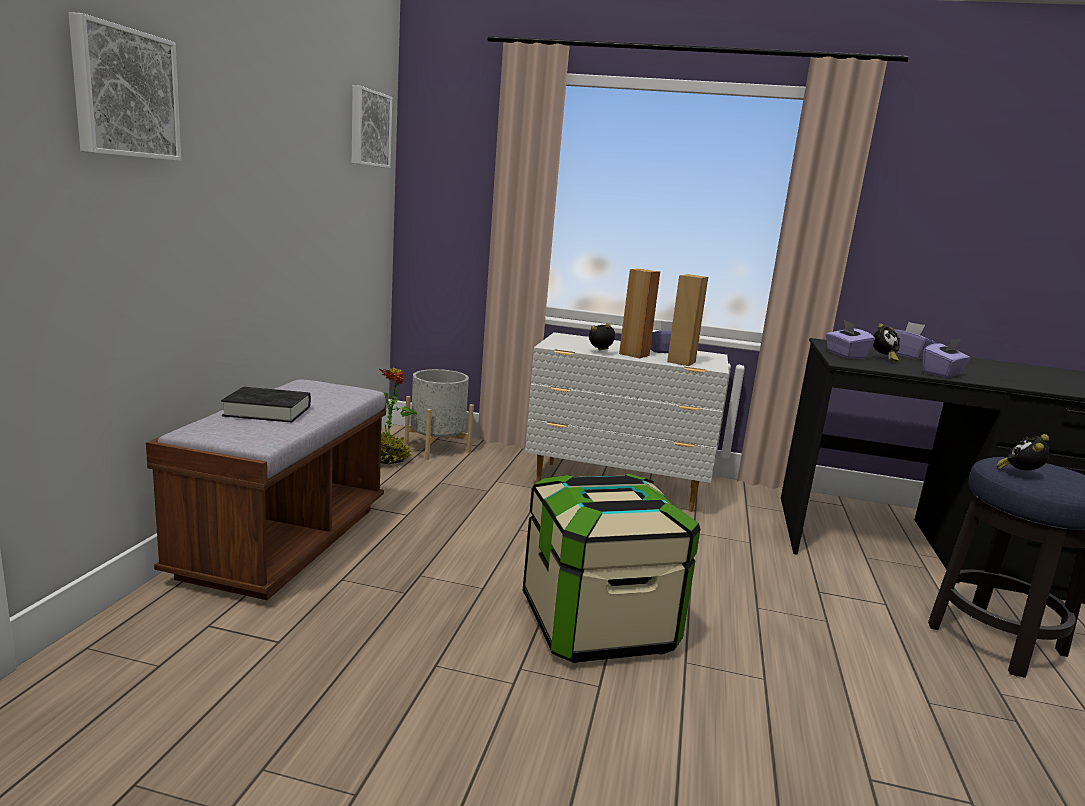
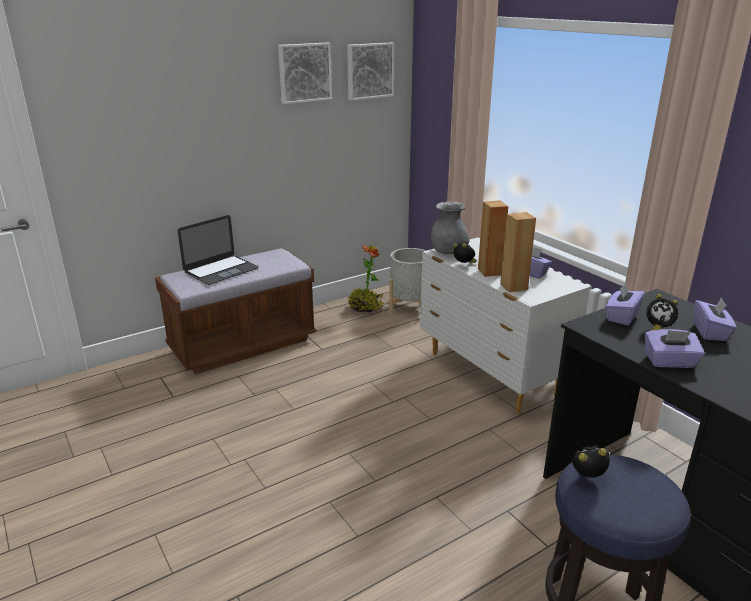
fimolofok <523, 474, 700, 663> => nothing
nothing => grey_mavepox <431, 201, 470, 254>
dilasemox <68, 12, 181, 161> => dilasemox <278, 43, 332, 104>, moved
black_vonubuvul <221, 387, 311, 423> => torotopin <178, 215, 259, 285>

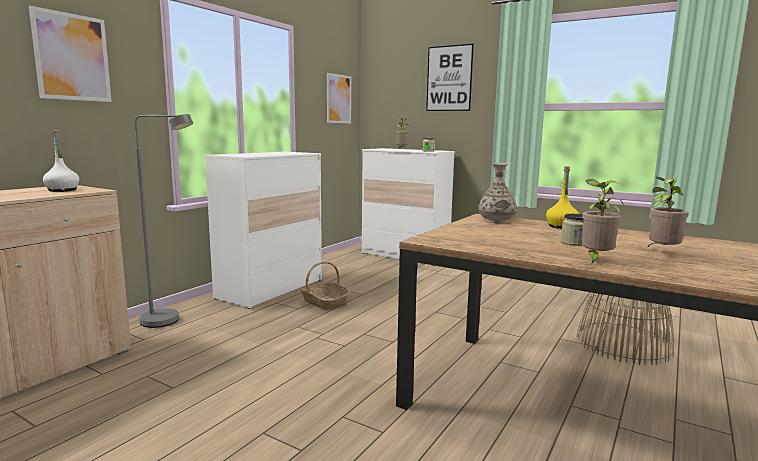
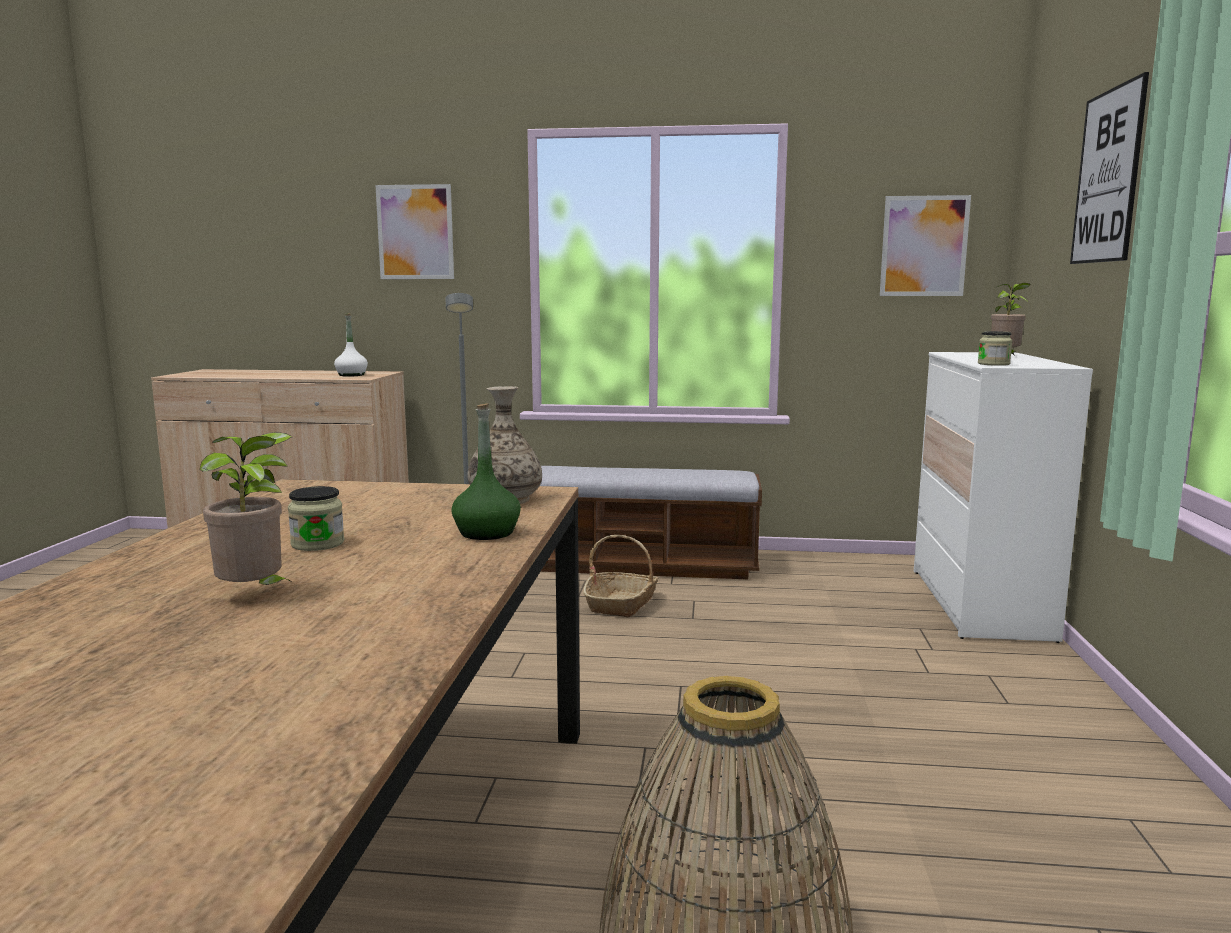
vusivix <582, 179, 623, 263> => nothing
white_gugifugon <205, 152, 322, 309> => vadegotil <540, 466, 762, 579>
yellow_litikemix <546, 166, 579, 229> => green_litikemix <451, 403, 521, 540>

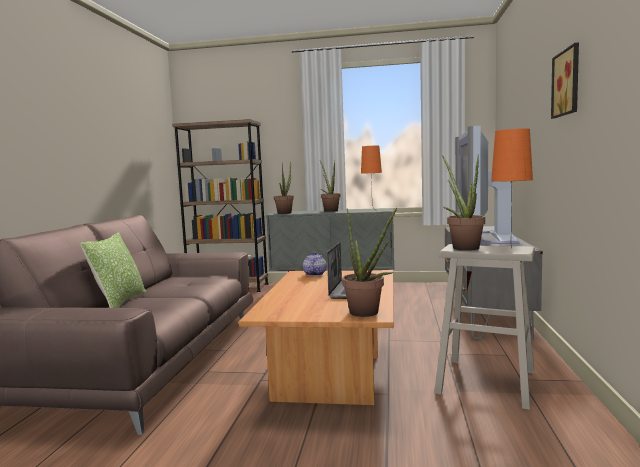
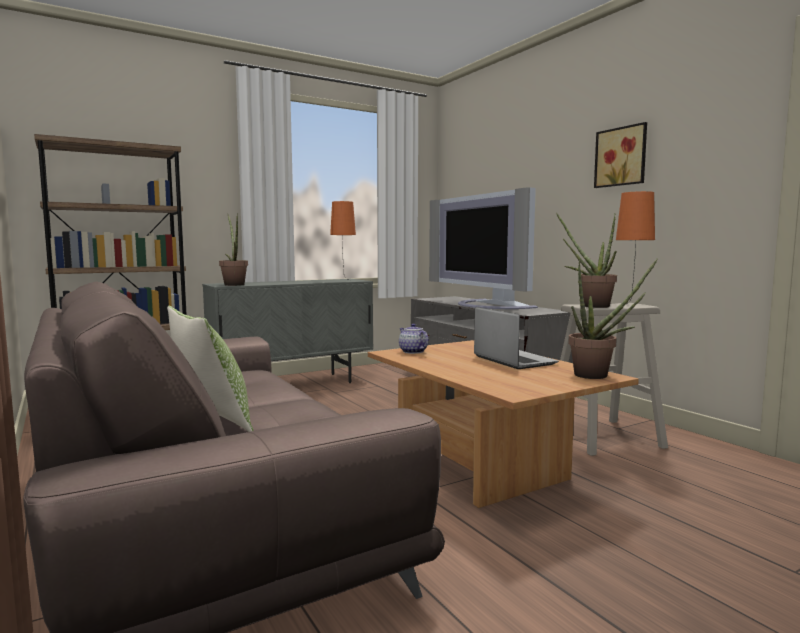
vusivix <320, 160, 340, 212> => nothing

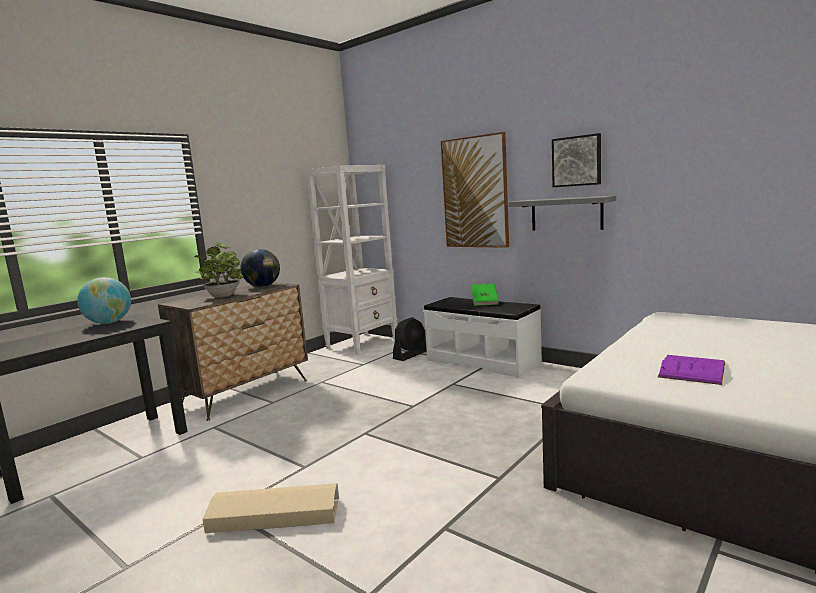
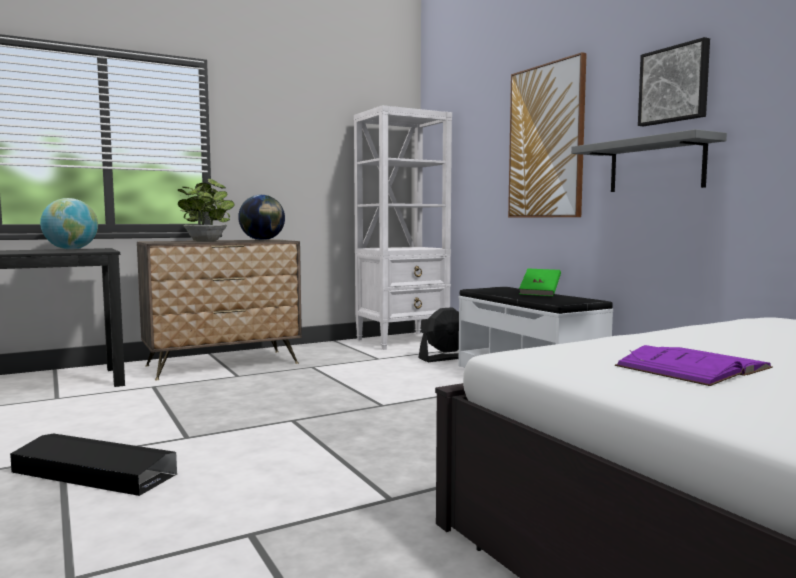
beige_fimolofok <202, 483, 339, 534> => black_fimolofok <10, 433, 177, 496>

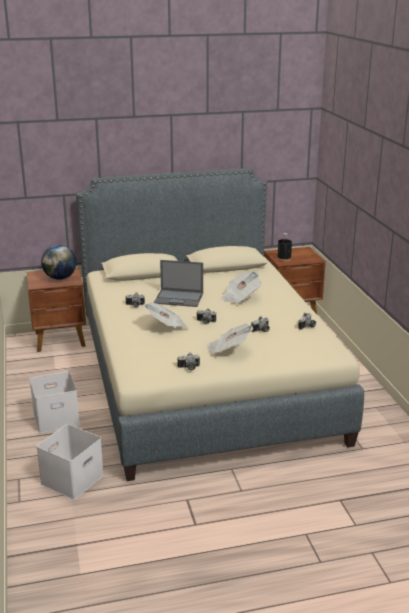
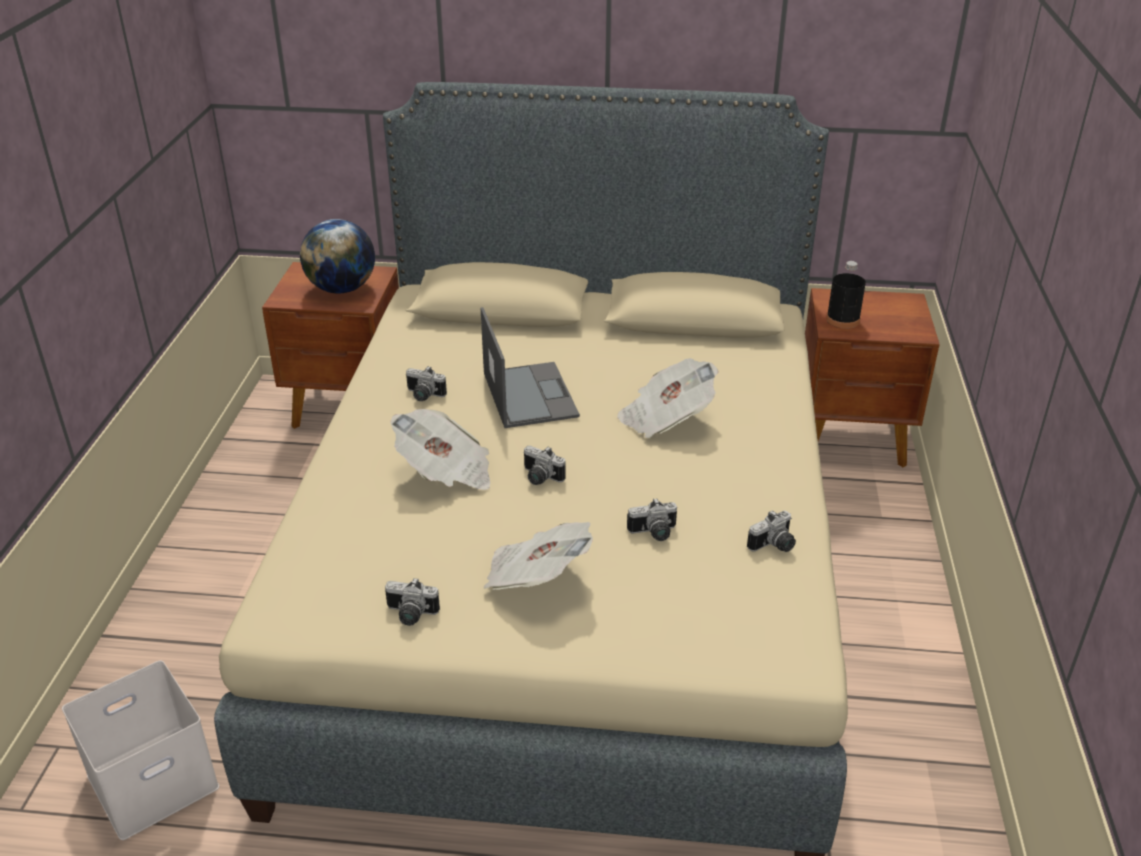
white_fimolofok <29, 371, 80, 433> => nothing
torotopin <154, 260, 203, 307> => torotopin <481, 307, 580, 428>, 135 degrees counterclockwise

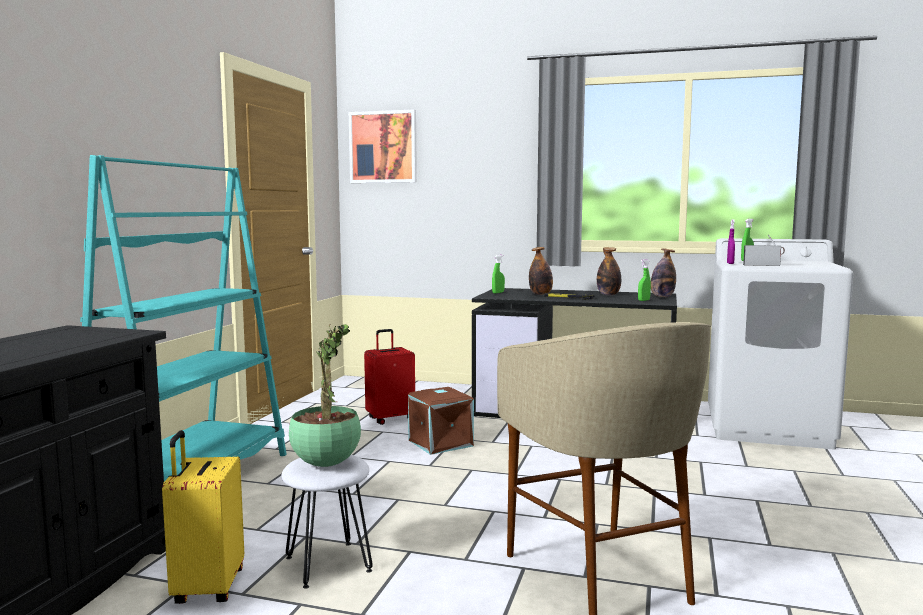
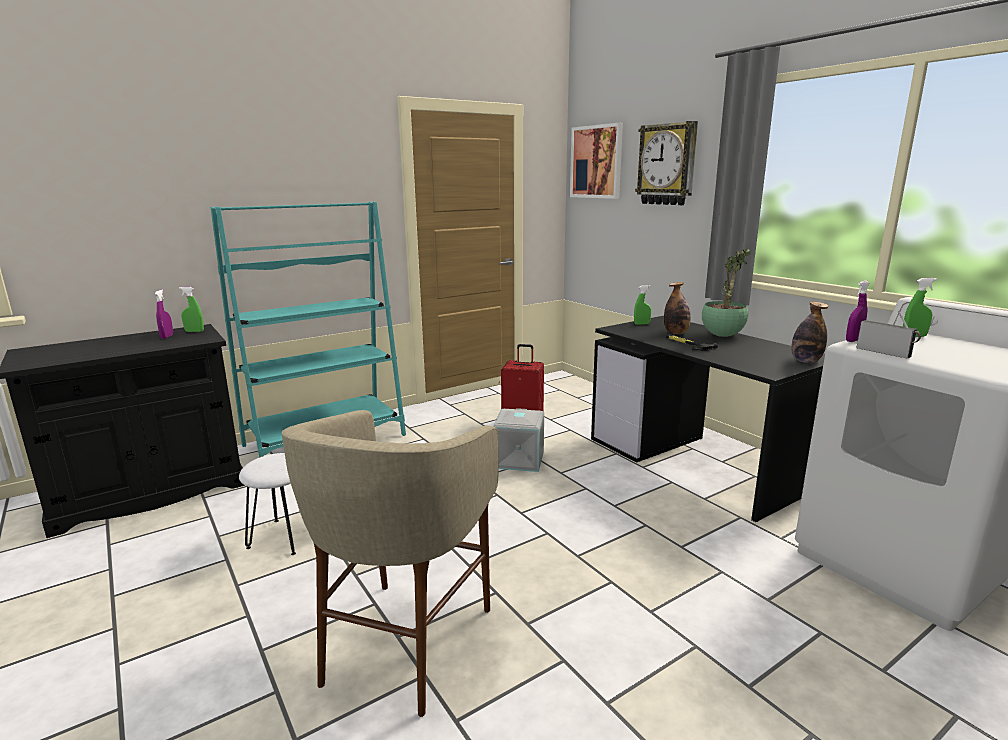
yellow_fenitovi <162, 430, 244, 604> => nothing
litikemix <597, 247, 621, 295> => nothing
nothing => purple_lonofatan <154, 290, 173, 339>
nothing => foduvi <635, 121, 698, 205>
vusivix <289, 324, 361, 467> => vusivix <702, 249, 750, 337>, moved
green_lonofatan <638, 259, 651, 301> => green_lonofatan <179, 287, 204, 332>, moved
brown_fimolofok <408, 387, 474, 455> => grey_fimolofok <493, 408, 544, 472>

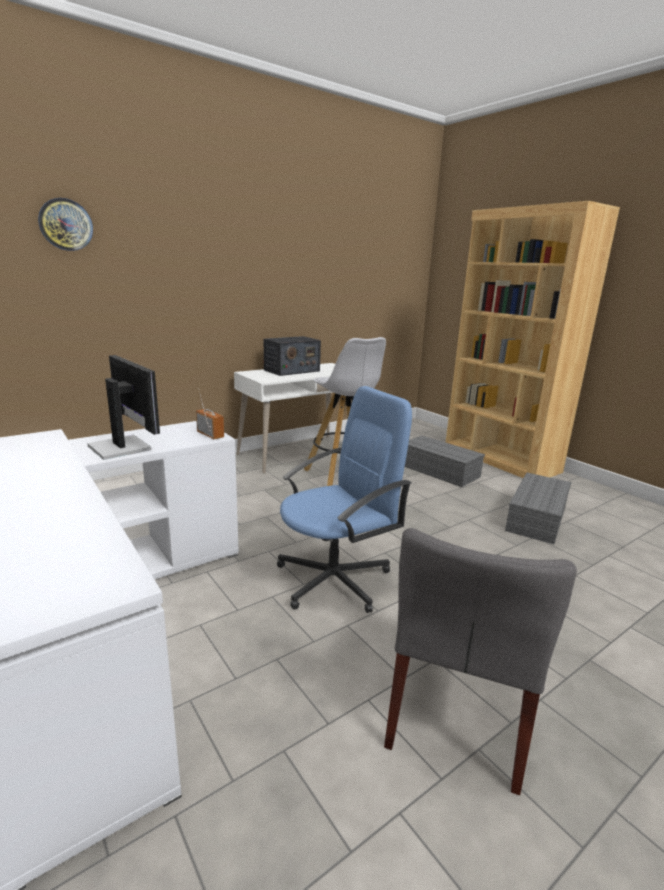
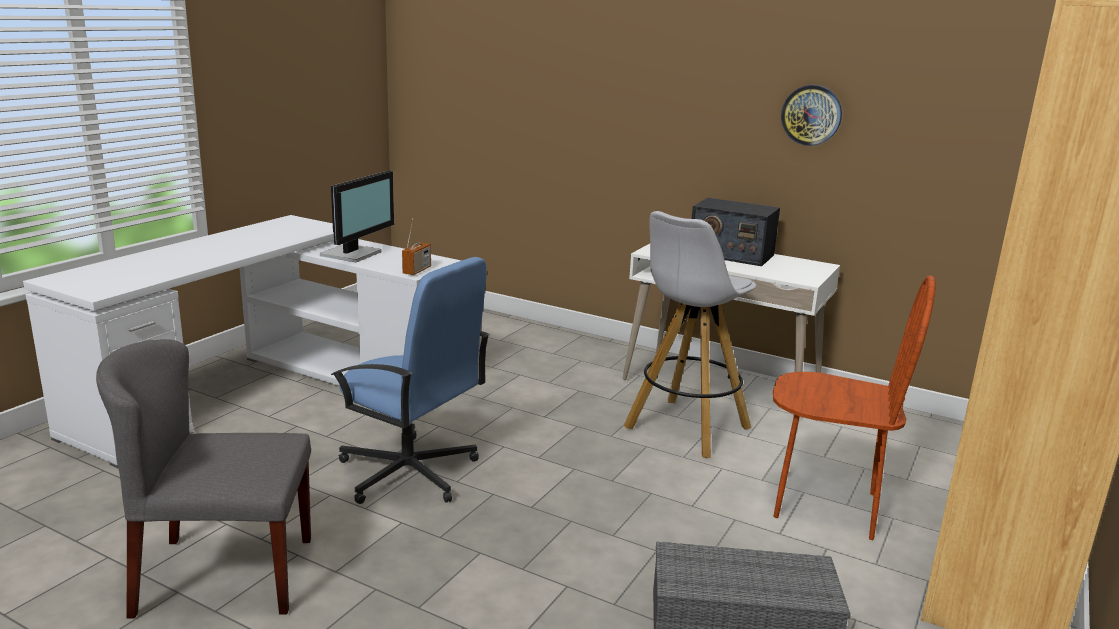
foduvi <38, 198, 93, 251> => foduvi <781, 85, 842, 146>, moved
grey_fimolofok <405, 436, 485, 487> => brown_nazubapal <773, 275, 936, 540>

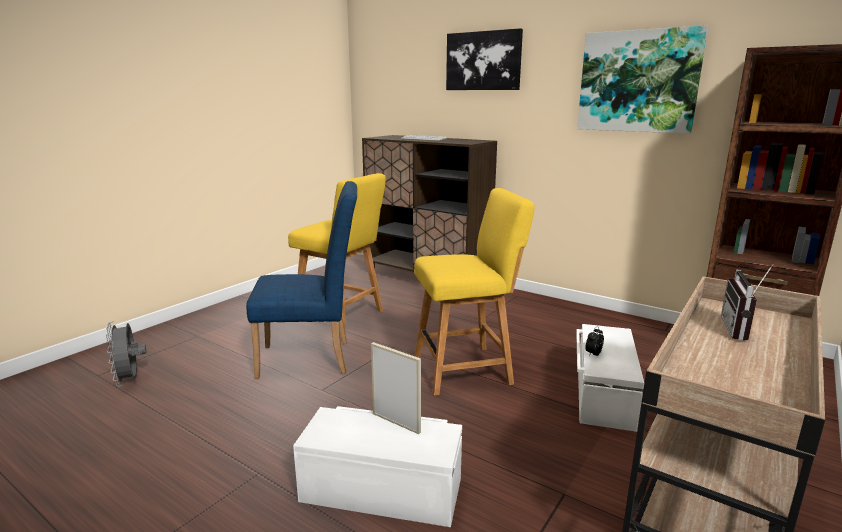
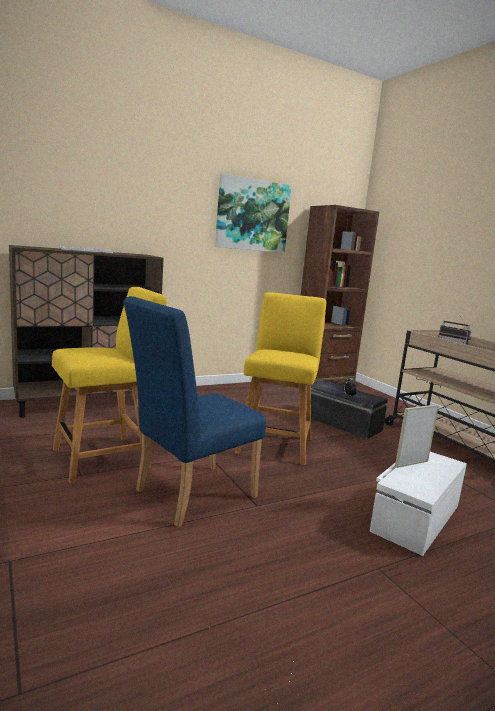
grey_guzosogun <106, 321, 146, 387> => nothing
dilasemox <446, 28, 523, 90> => nothing
white_fimolofok <576, 324, 644, 432> => black_fimolofok <311, 380, 388, 439>
blue_nazubapal <246, 181, 357, 379> => blue_nazubapal <123, 296, 266, 528>, 150 degrees counterclockwise

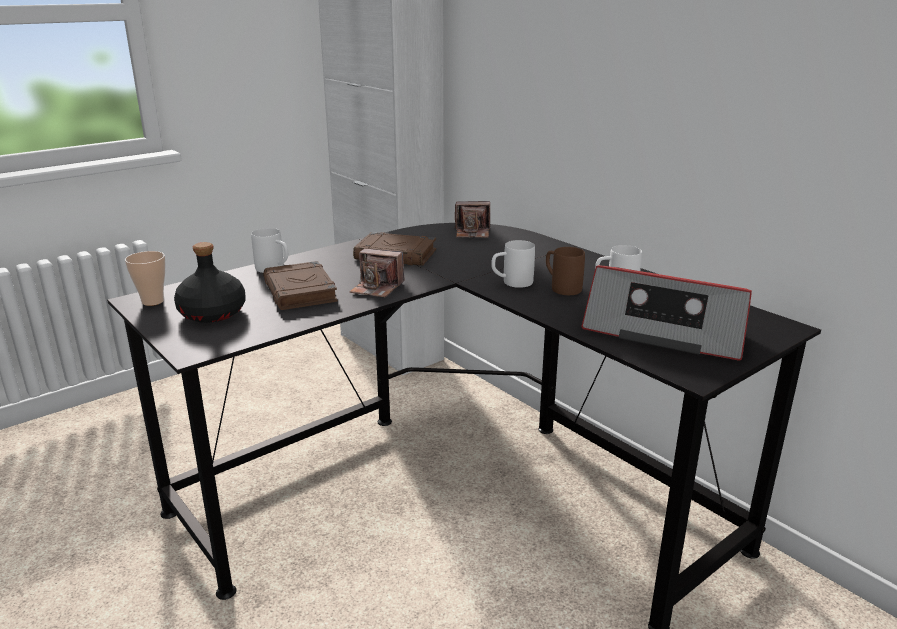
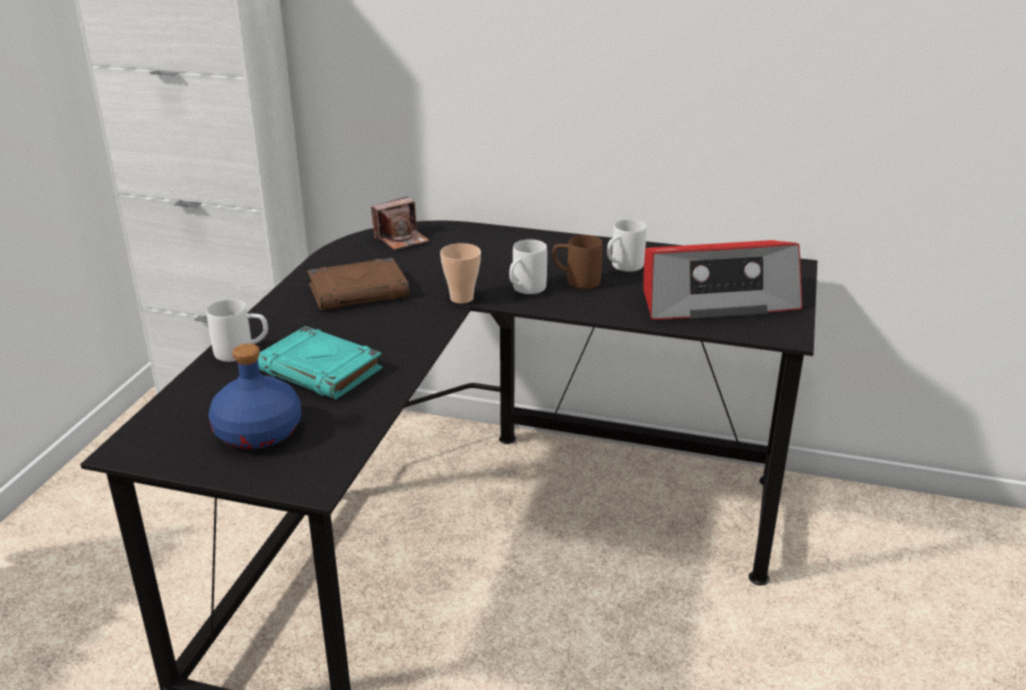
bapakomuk <349, 248, 404, 297> => nothing
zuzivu <125, 251, 166, 306> => zuzivu <440, 243, 481, 304>, moved
black_litikemix <174, 242, 246, 323> => blue_litikemix <208, 344, 301, 449>
brown_vonubuvul <263, 261, 338, 310> => turquoise_vonubuvul <258, 326, 382, 399>

